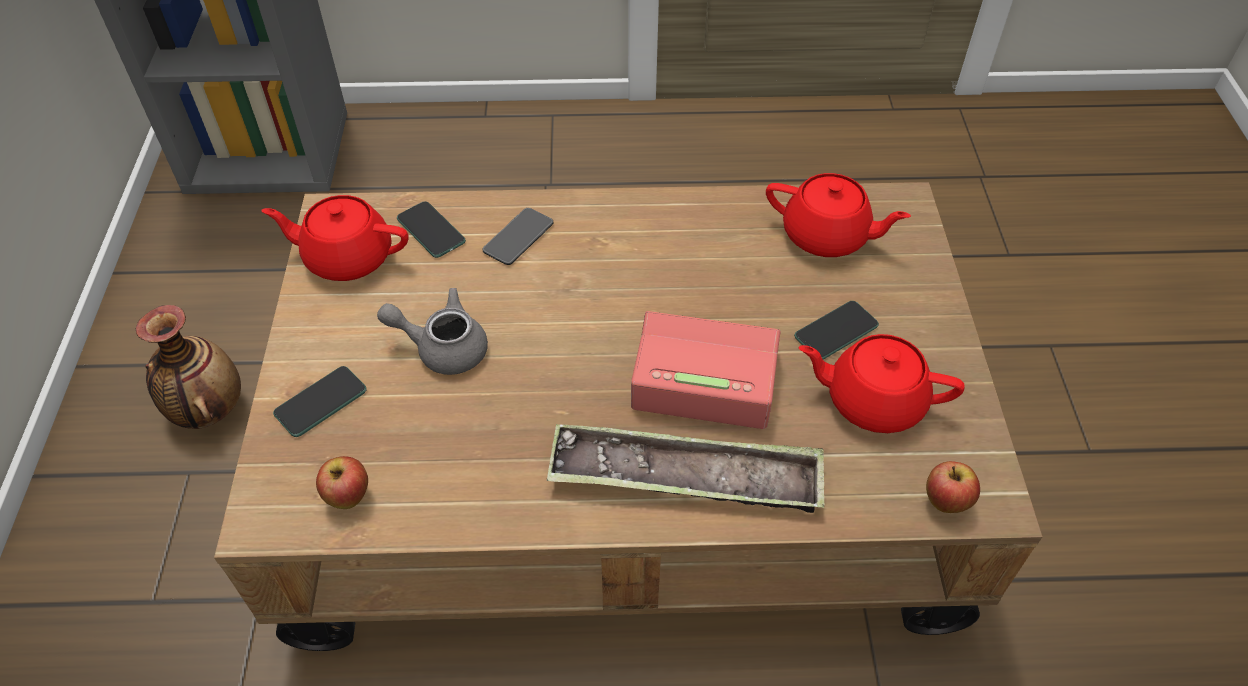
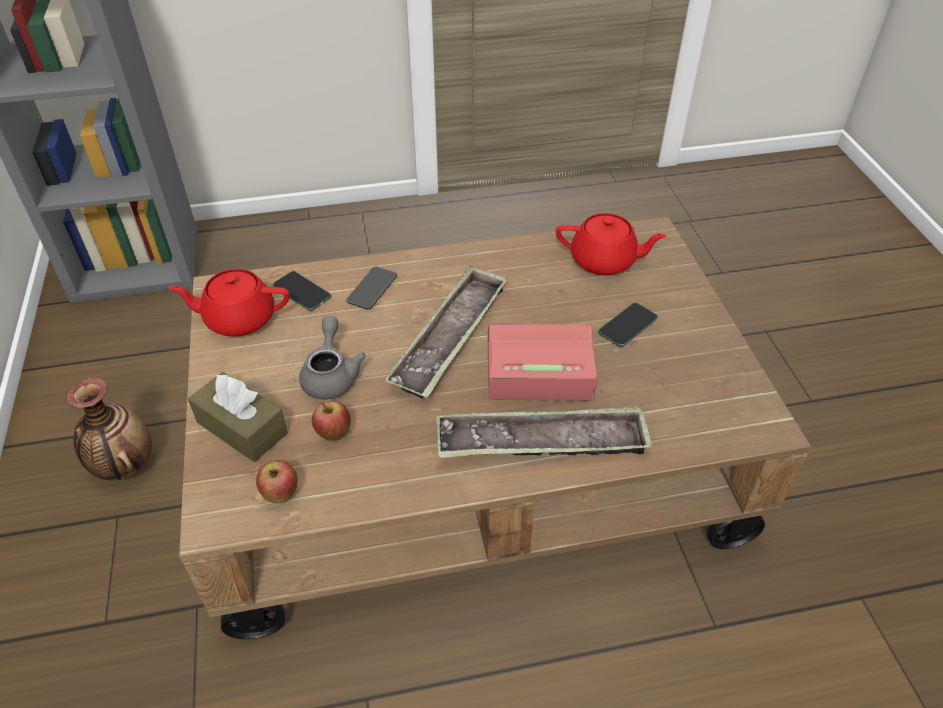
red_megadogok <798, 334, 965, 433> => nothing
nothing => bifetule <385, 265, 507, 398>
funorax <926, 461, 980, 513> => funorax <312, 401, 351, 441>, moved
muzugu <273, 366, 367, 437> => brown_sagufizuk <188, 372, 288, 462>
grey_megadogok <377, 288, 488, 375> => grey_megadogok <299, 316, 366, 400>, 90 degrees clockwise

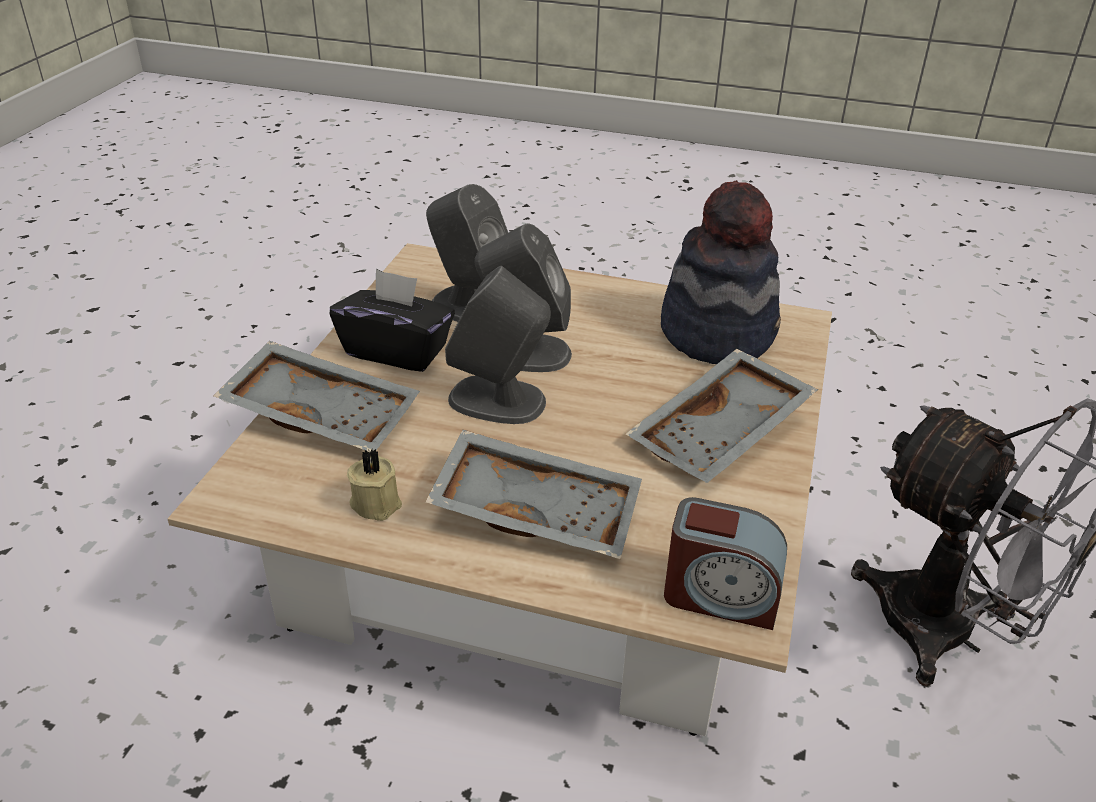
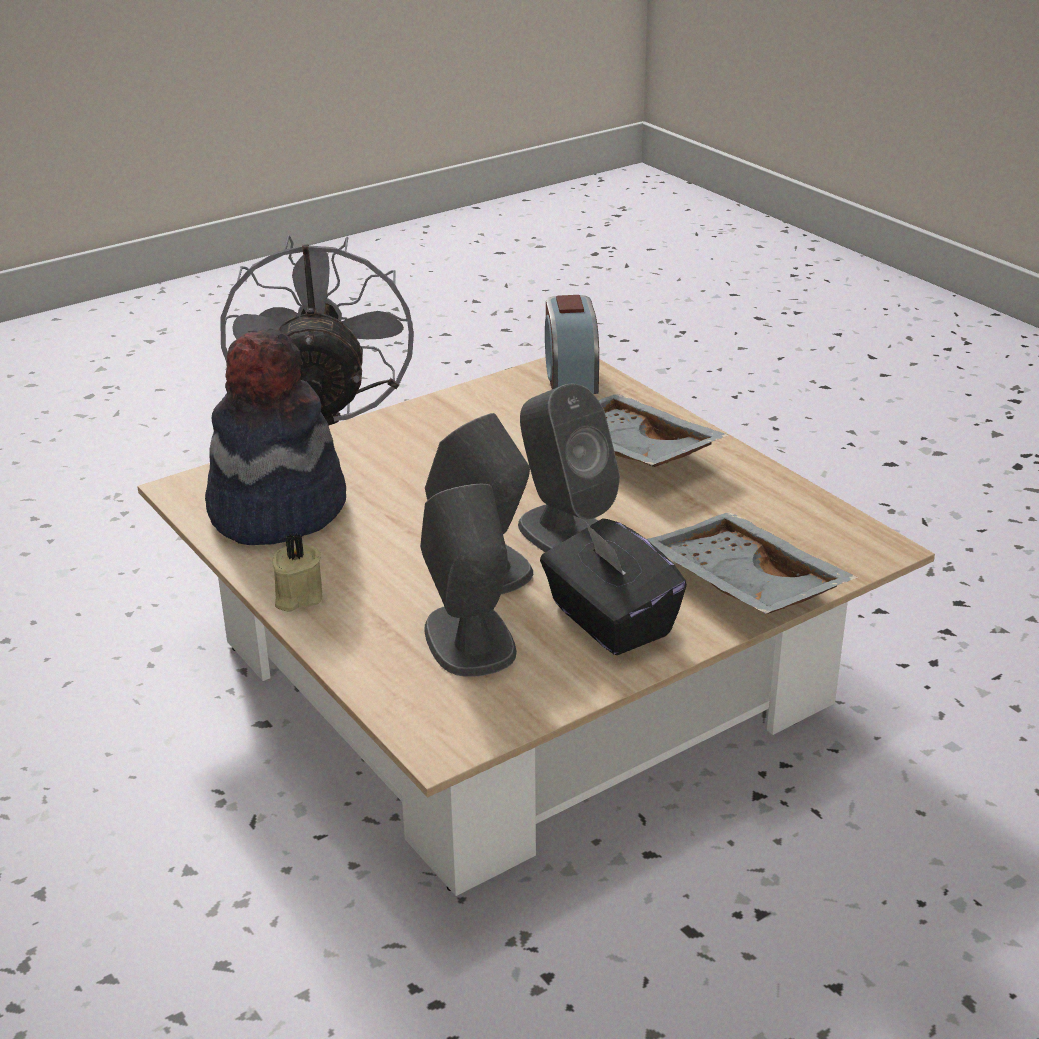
grey_bifetule <625, 349, 818, 483> => nothing
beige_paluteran <347, 449, 402, 521> => beige_paluteran <272, 534, 322, 612>, moved
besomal <664, 497, 787, 630> => besomal <545, 295, 599, 394>, 150 degrees counterclockwise

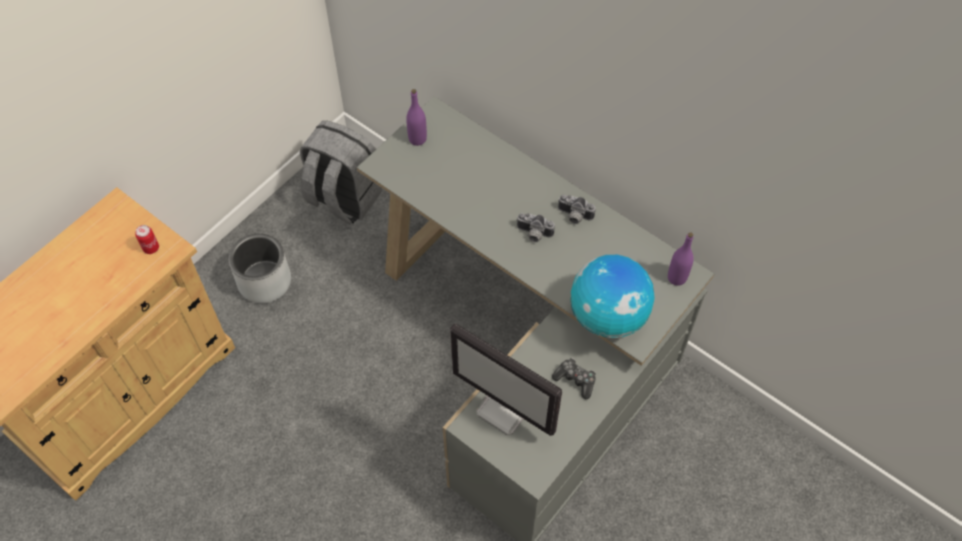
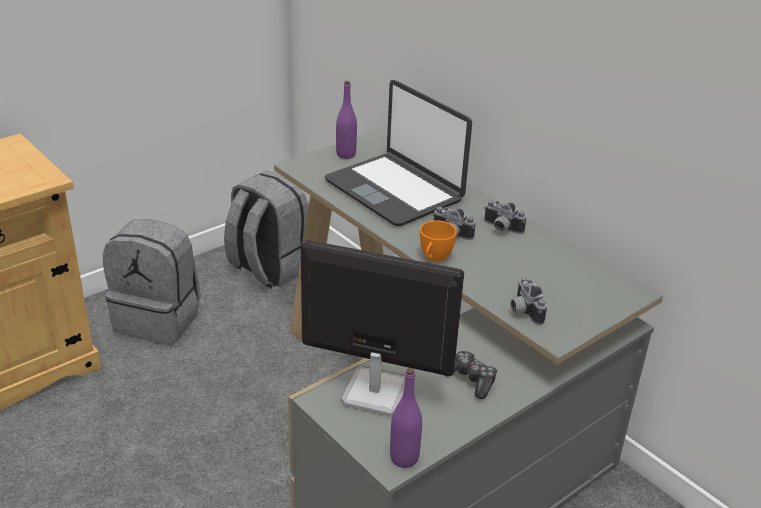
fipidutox <135, 225, 159, 254> => nothing
nothing => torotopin <325, 80, 472, 226>
nothing => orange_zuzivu <420, 220, 457, 261>
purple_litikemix <668, 232, 694, 286> => purple_litikemix <390, 368, 422, 468>, moved
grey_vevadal <229, 234, 291, 303> => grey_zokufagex <103, 219, 201, 344>
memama <570, 255, 655, 338> => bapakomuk <511, 277, 547, 325>
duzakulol <450, 324, 562, 436> => duzakulol <301, 240, 464, 416>, 150 degrees clockwise

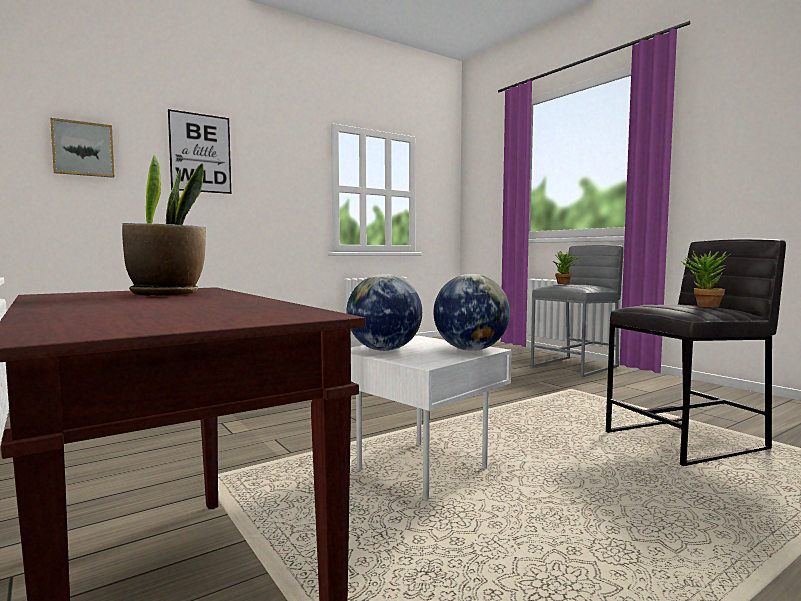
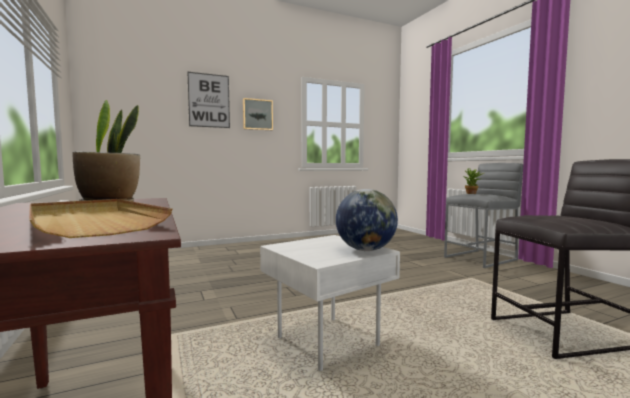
memama <346, 274, 422, 351> => nothing
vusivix <681, 251, 731, 307> => nothing
nothing => beige_bifetule <29, 199, 173, 238>
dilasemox <50, 118, 115, 178> => dilasemox <243, 98, 273, 130>, moved

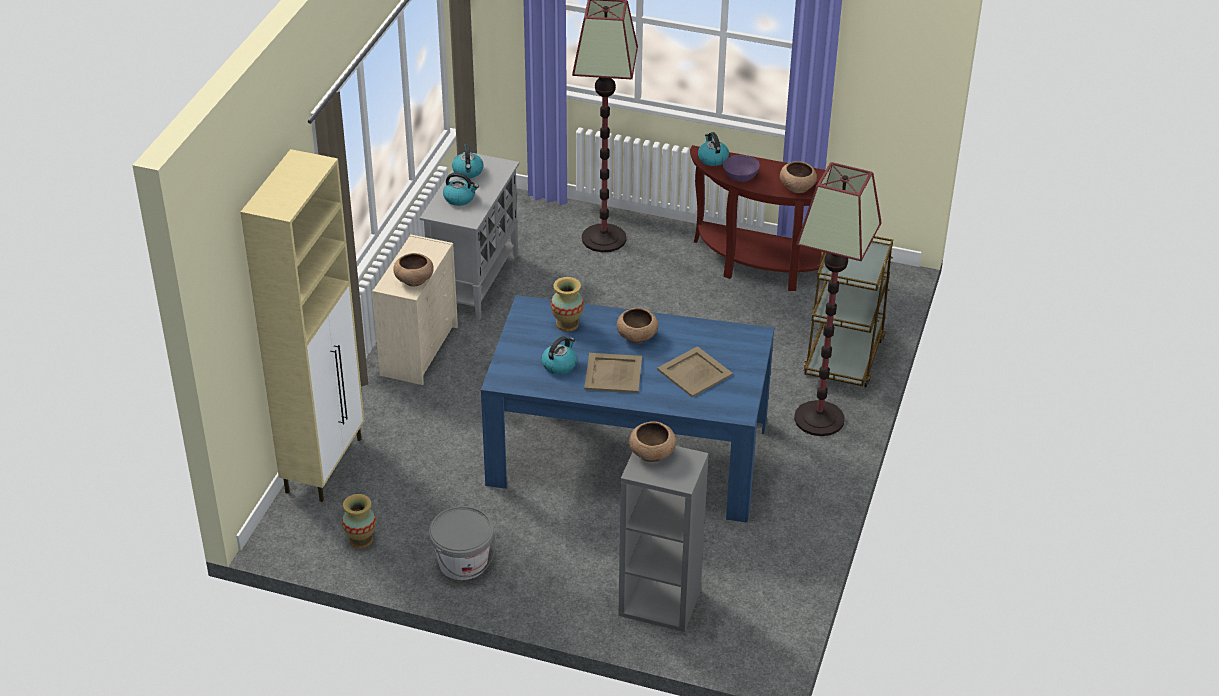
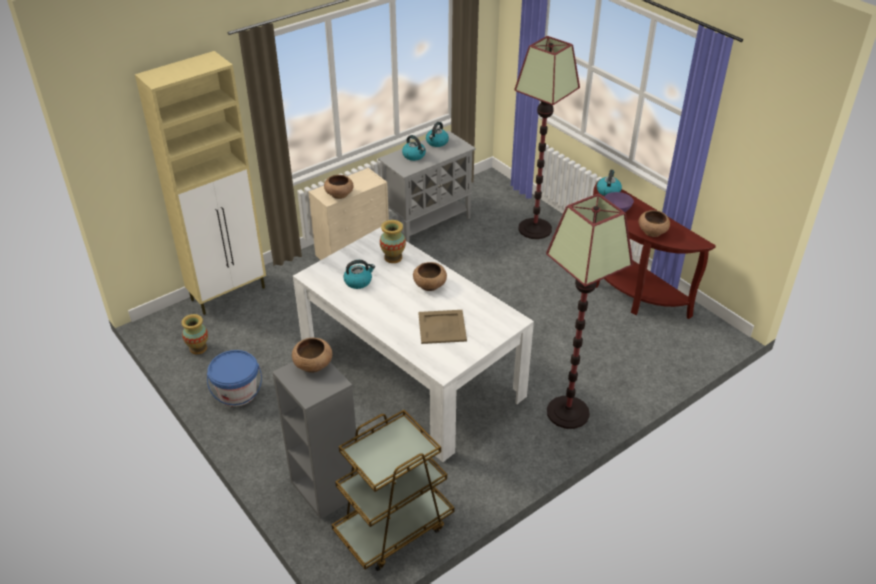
beige_bifetule <584, 353, 642, 393> => nothing
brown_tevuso <803, 236, 893, 387> => brown_tevuso <332, 410, 454, 571>, moved
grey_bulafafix <429, 506, 496, 580> => blue_bulafafix <207, 350, 262, 407>
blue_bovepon <481, 295, 774, 523> => white_bovepon <293, 227, 534, 462>

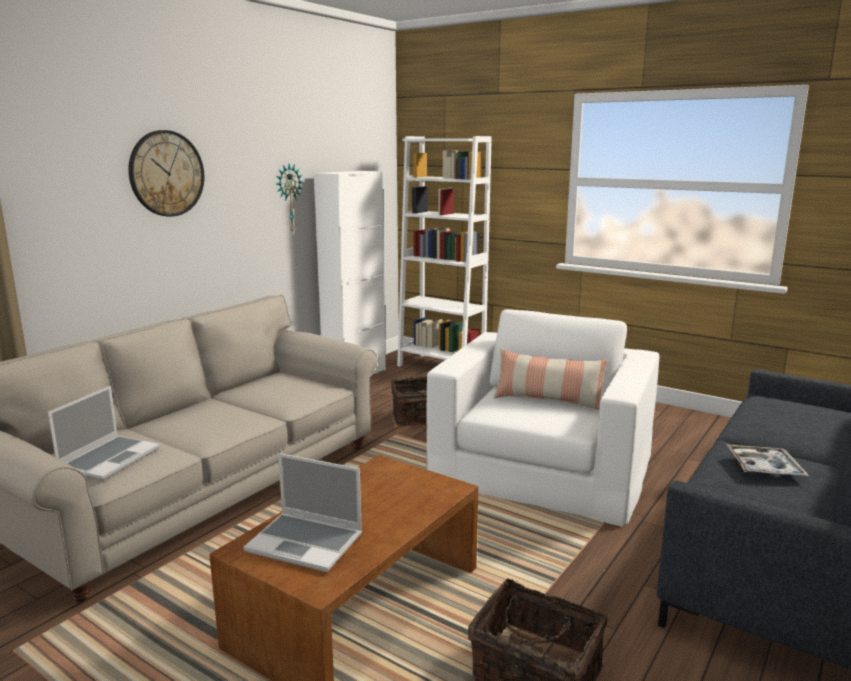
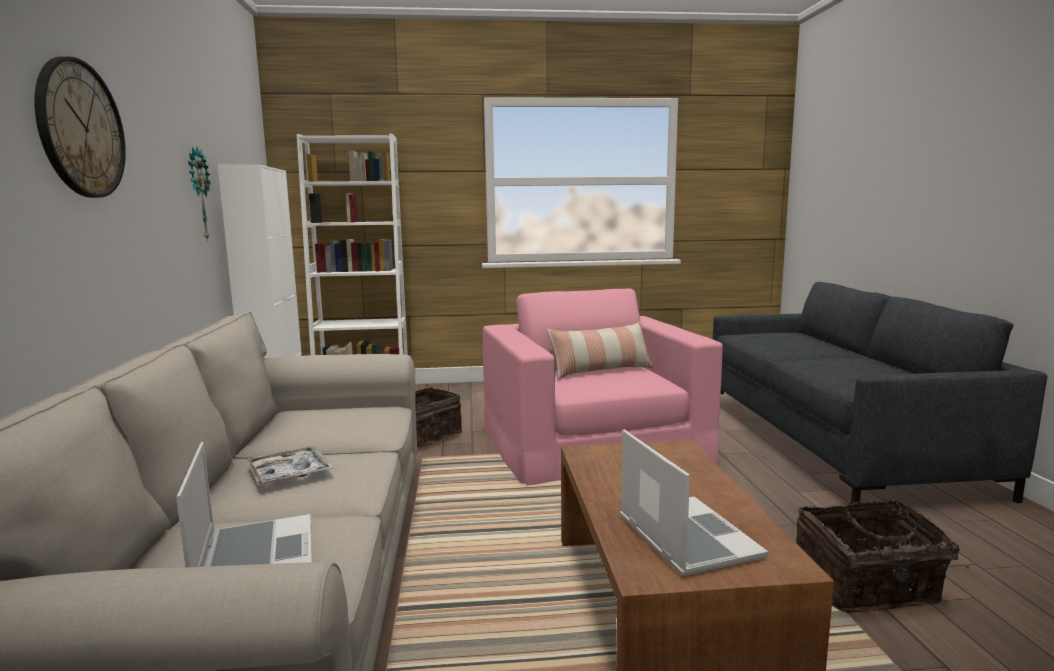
bifetule <727, 445, 809, 476> => bifetule <245, 446, 333, 485>, moved
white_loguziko <426, 309, 660, 526> => pink_loguziko <483, 289, 723, 486>
torotopin <244, 453, 362, 572> => torotopin <620, 429, 768, 576>, 90 degrees counterclockwise

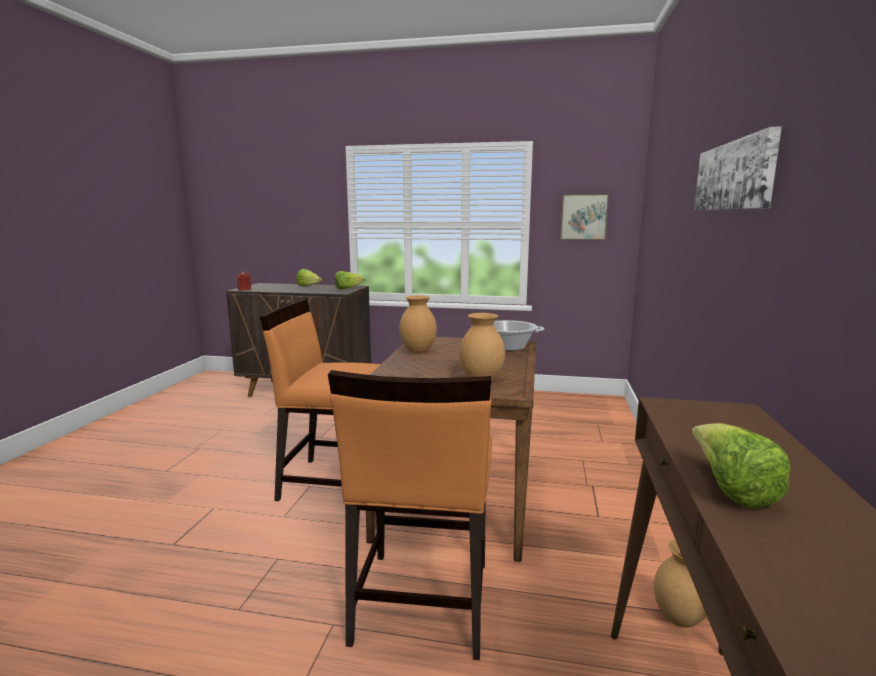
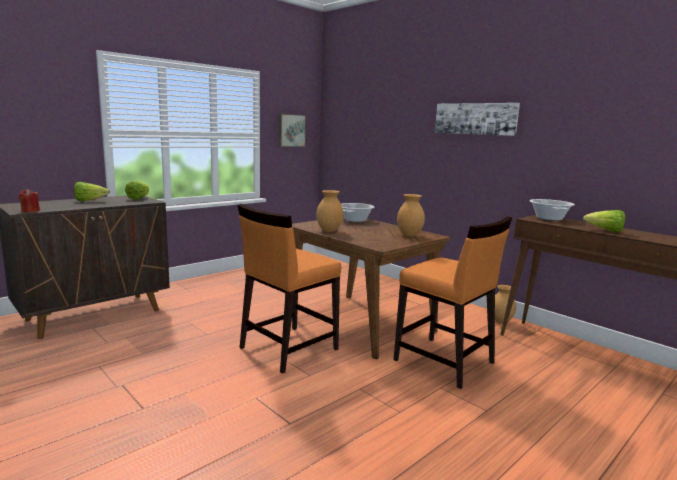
nothing => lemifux <529, 199, 575, 221>

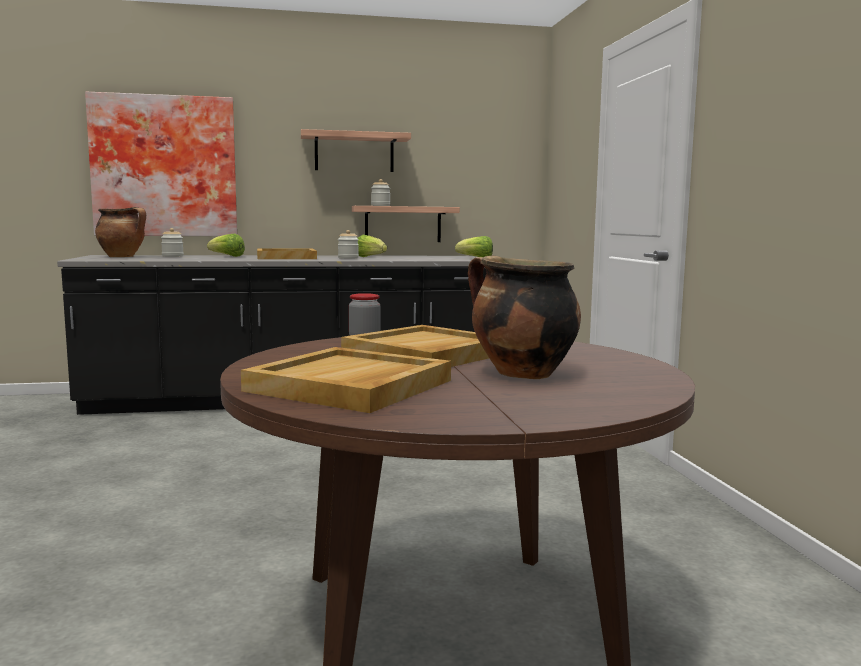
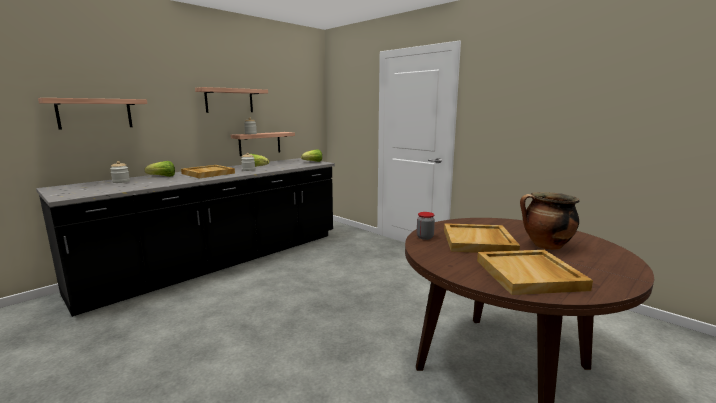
lemifux <95, 207, 146, 257> => nothing
dilasemox <85, 92, 237, 236> => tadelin <38, 98, 147, 129>

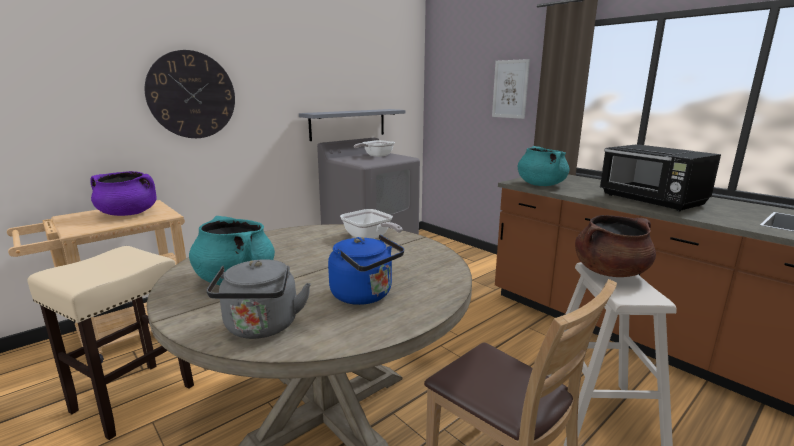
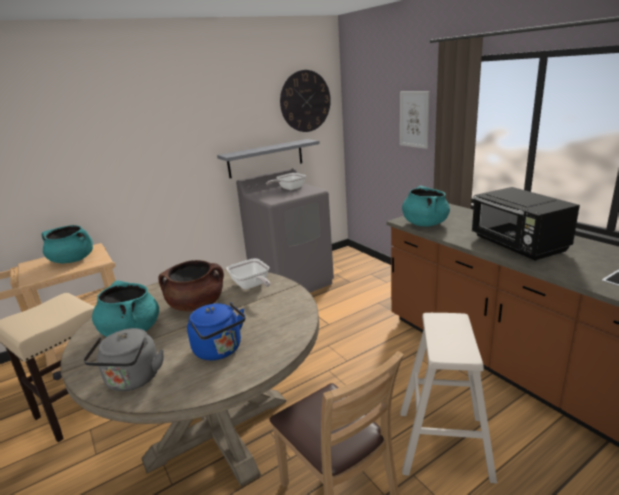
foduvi <145, 50, 235, 138> => foduvi <280, 70, 331, 132>, moved
brown_lemifux <575, 215, 656, 277> => brown_lemifux <158, 260, 224, 311>, moved
purple_lemifux <90, 171, 157, 216> => turquoise_lemifux <42, 225, 93, 263>

